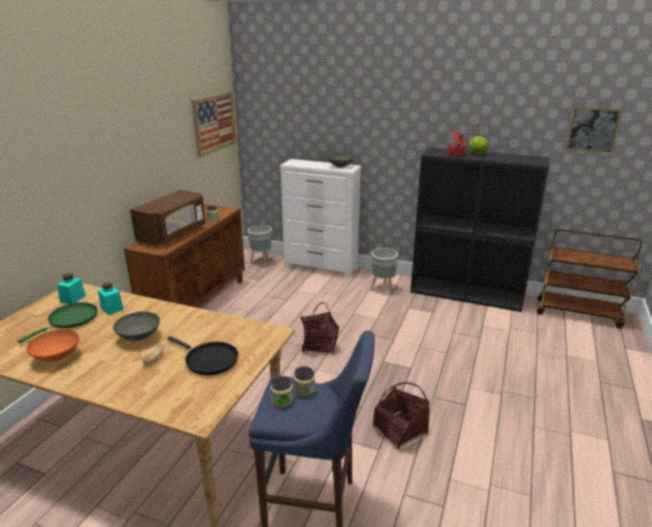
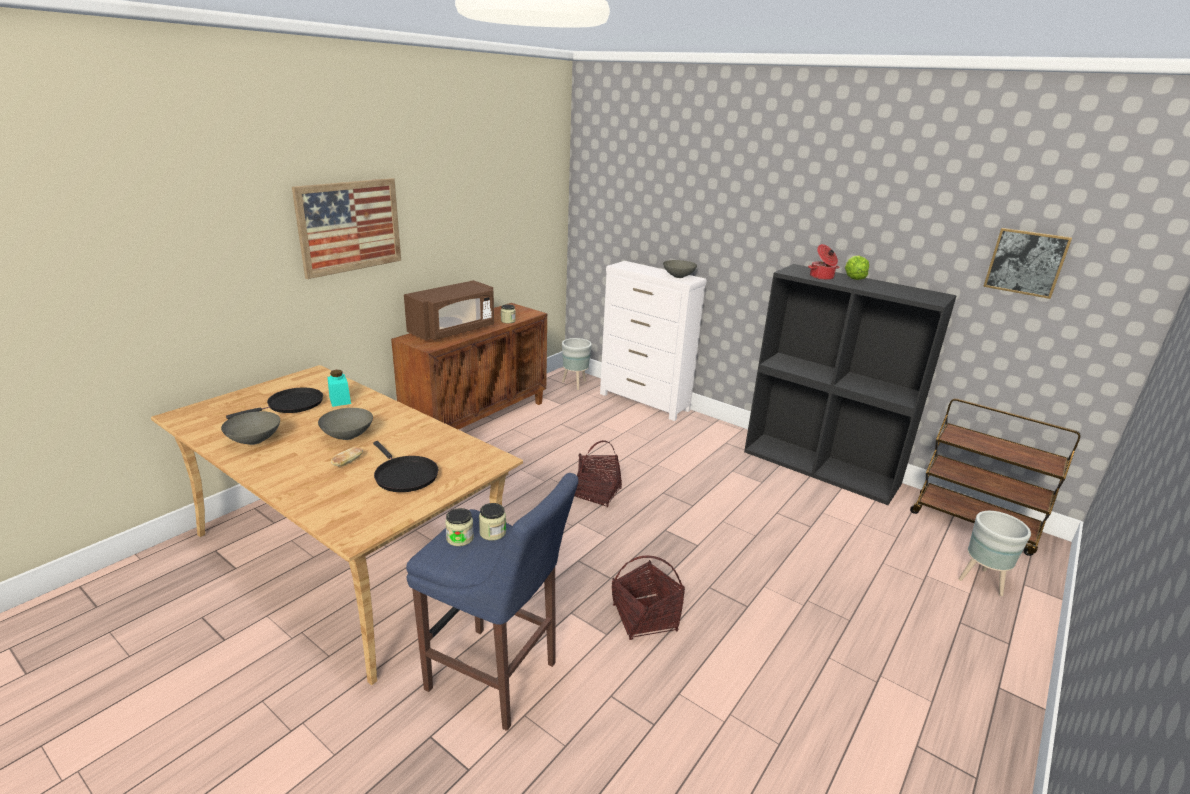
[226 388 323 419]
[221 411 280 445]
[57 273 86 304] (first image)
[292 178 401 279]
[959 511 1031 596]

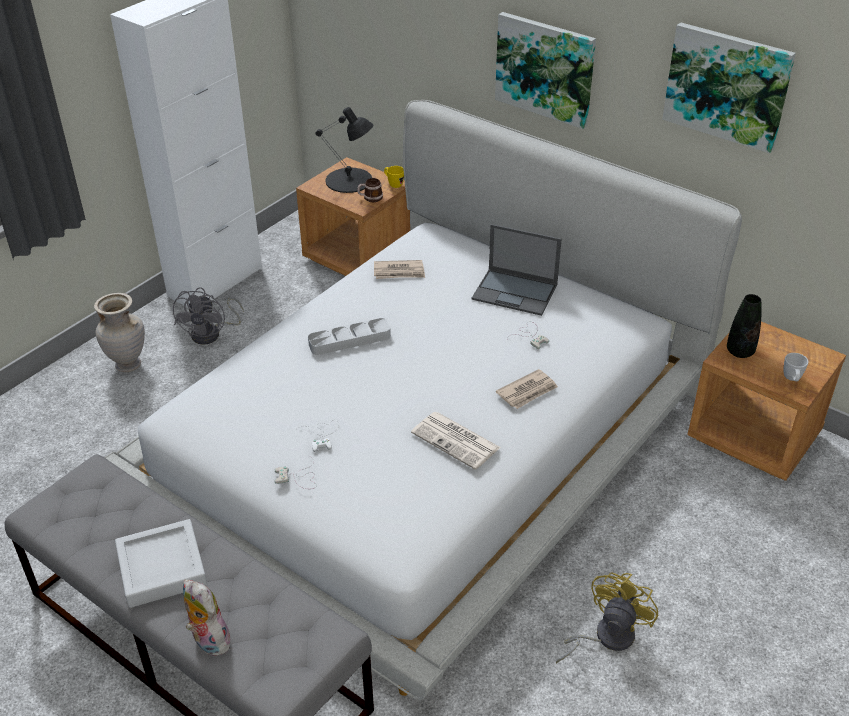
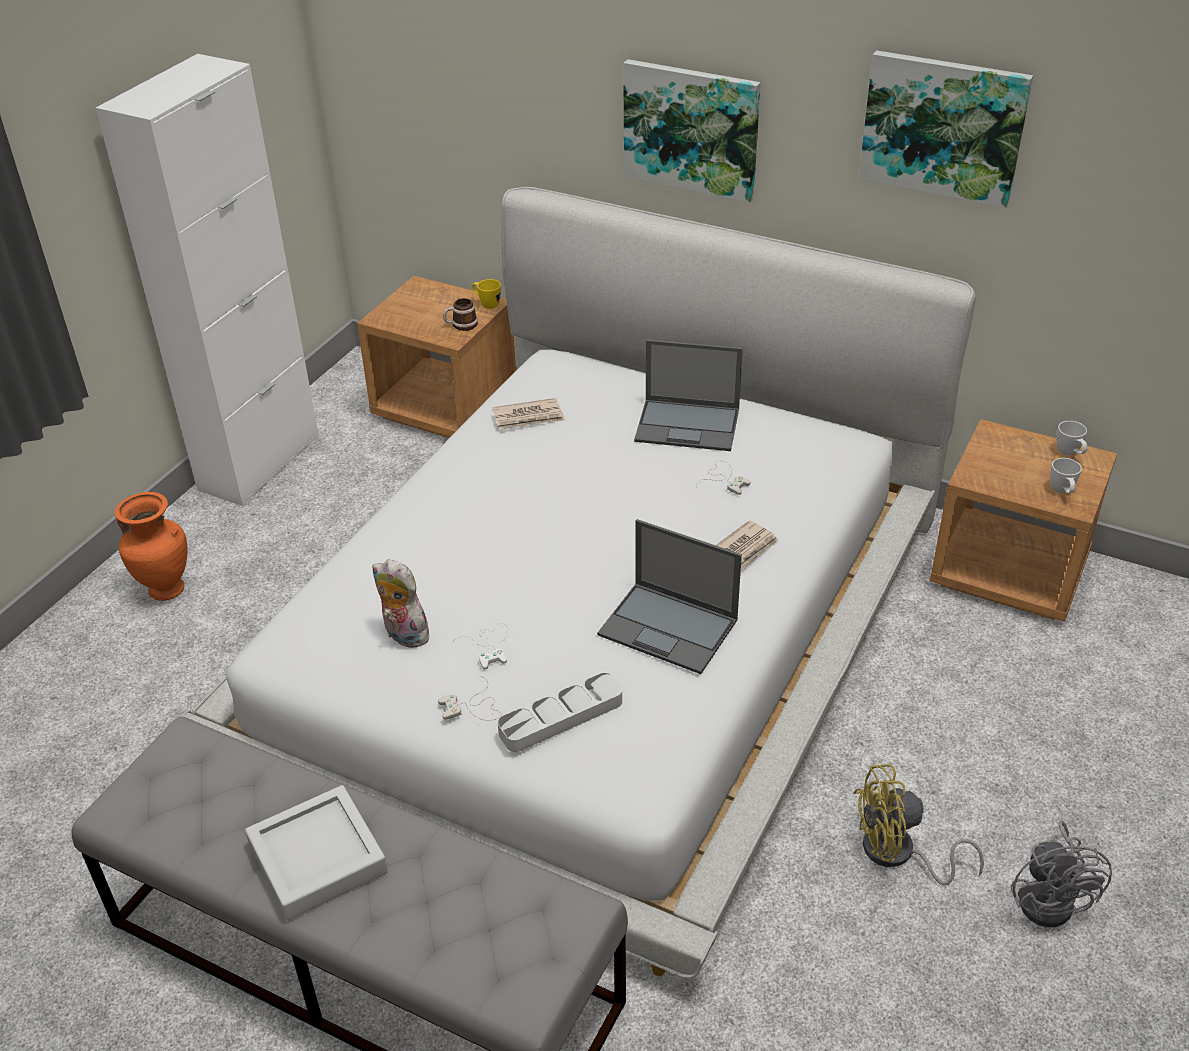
[115 492 187 601]
[1011 820 1112 927]
[372 559 431 648]
[498 673 622 752]
[316 107 373 193] (first image)
[597 519 742 674]
[853 764 984 885]
[727 294 761 358] (first image)
[1057 421 1088 455]

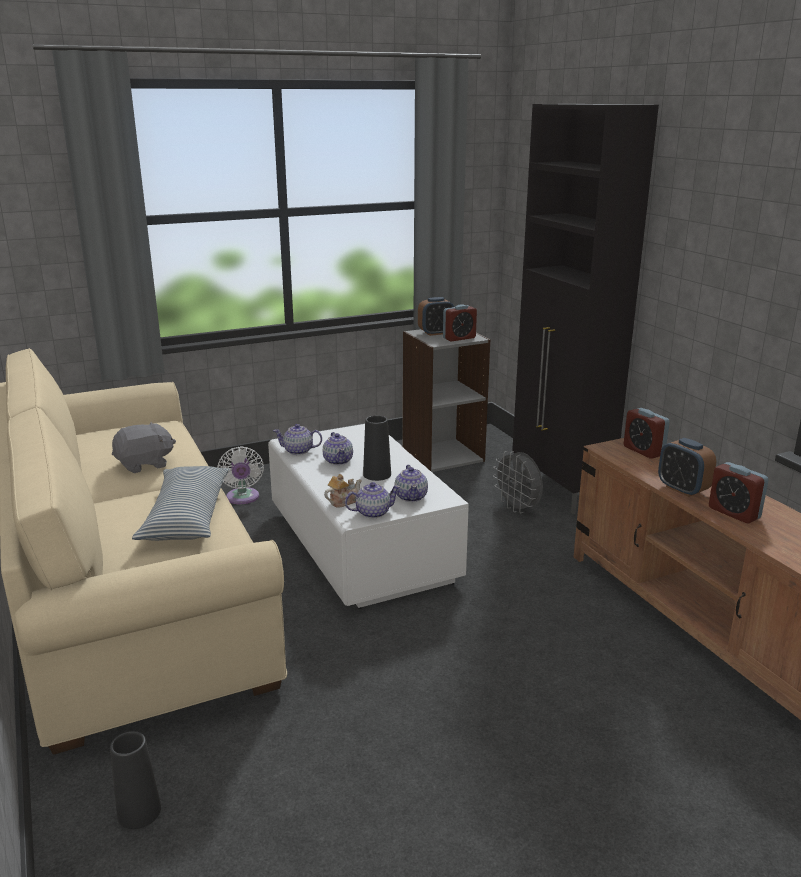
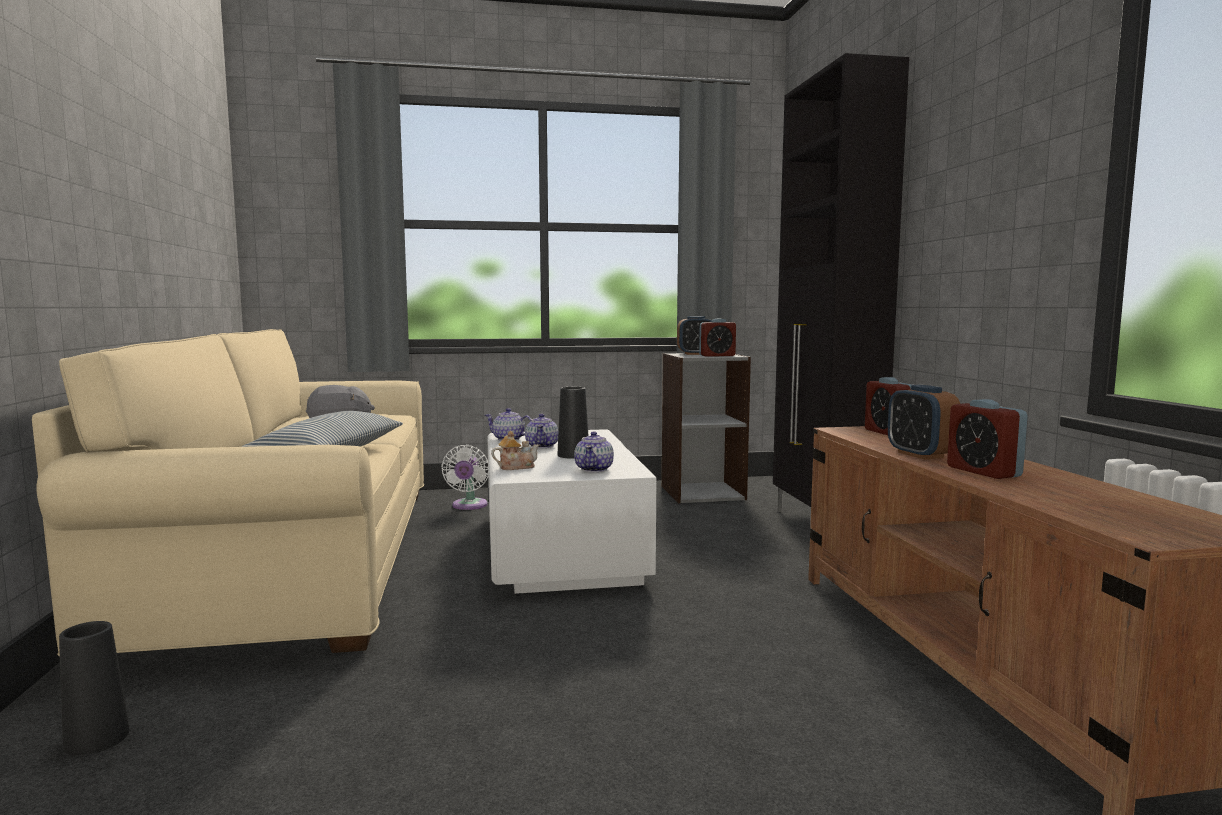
[345 482 401 518] (first image)
[493 451 543 513] (first image)

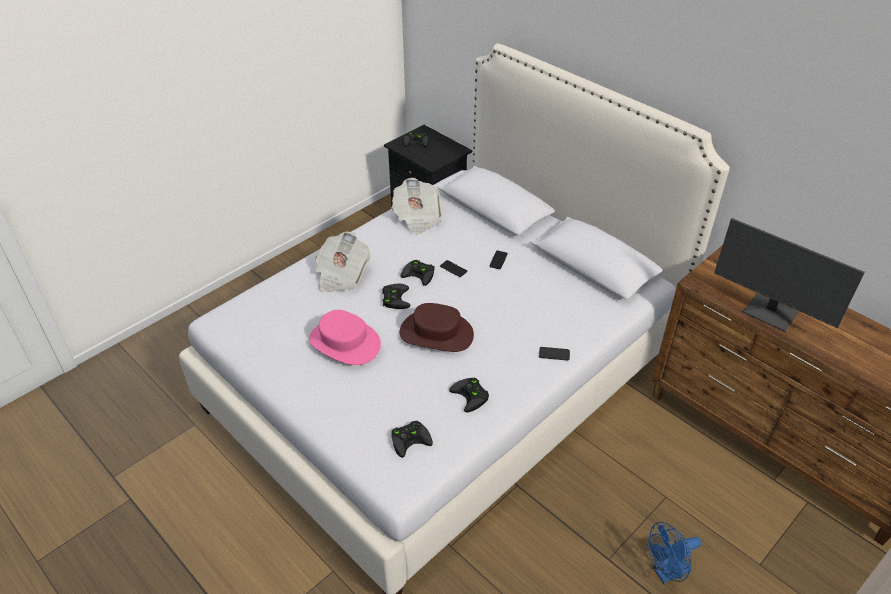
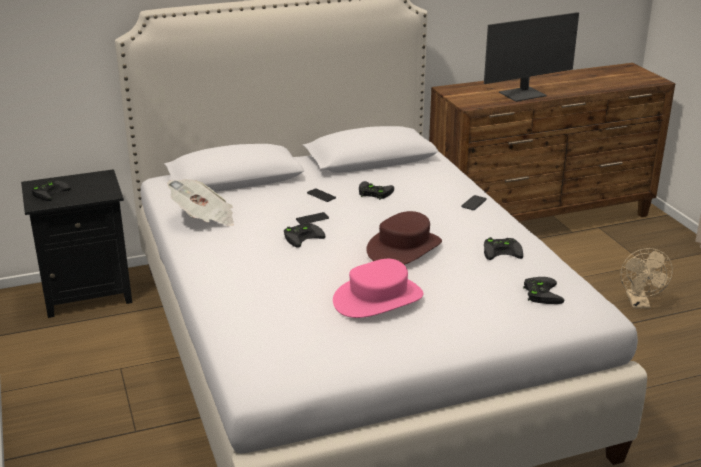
[315 232 370 293] (first image)
[359 181 394 200]
[620 248 673 309]

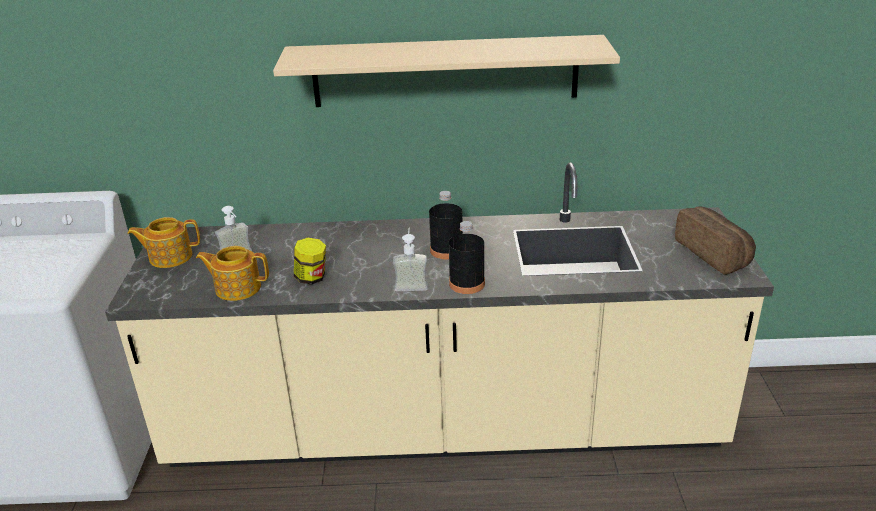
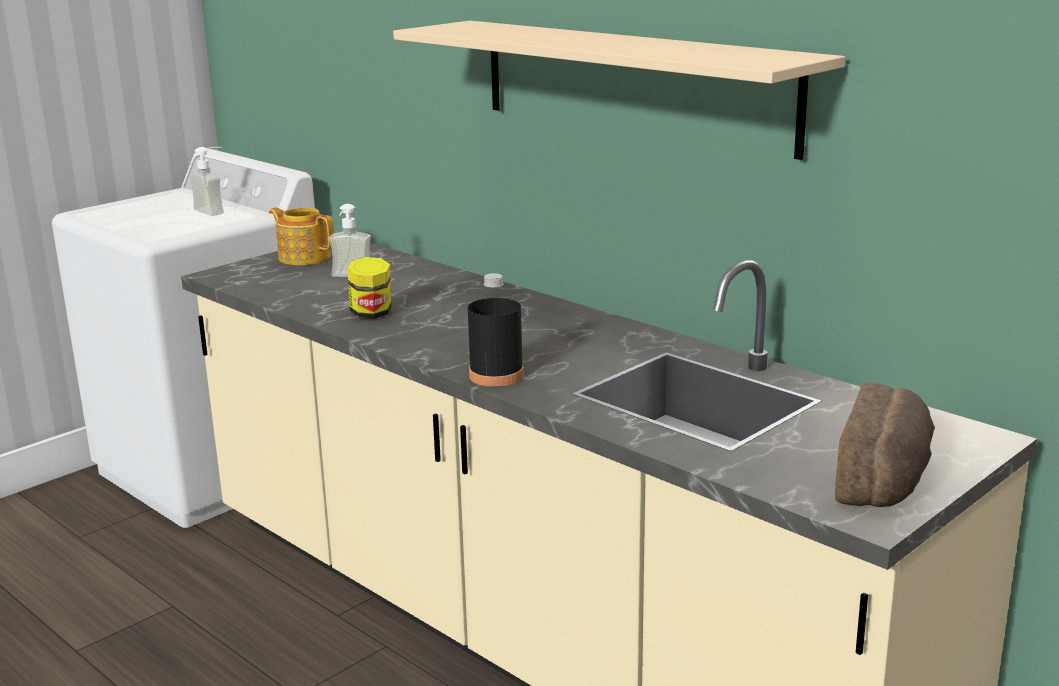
[196 246 269 301] (first image)
[190 147 224 216]
[429 191 463 259] (first image)

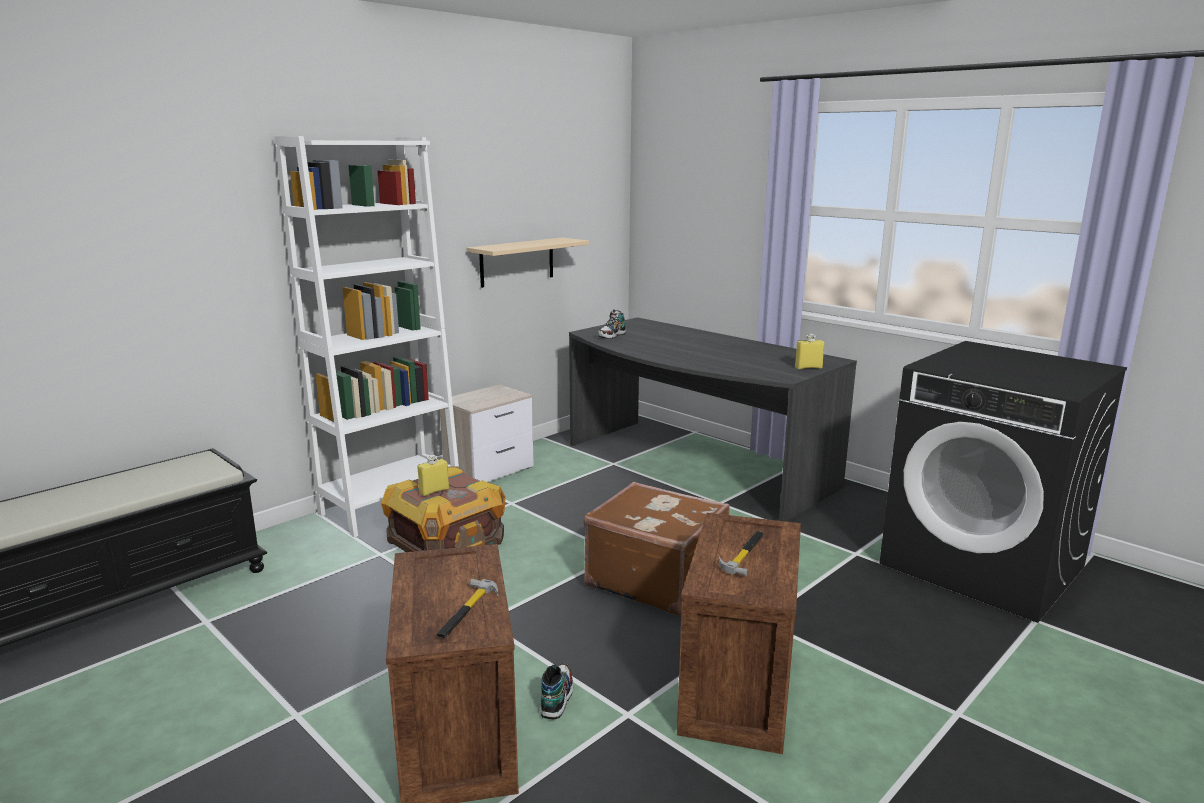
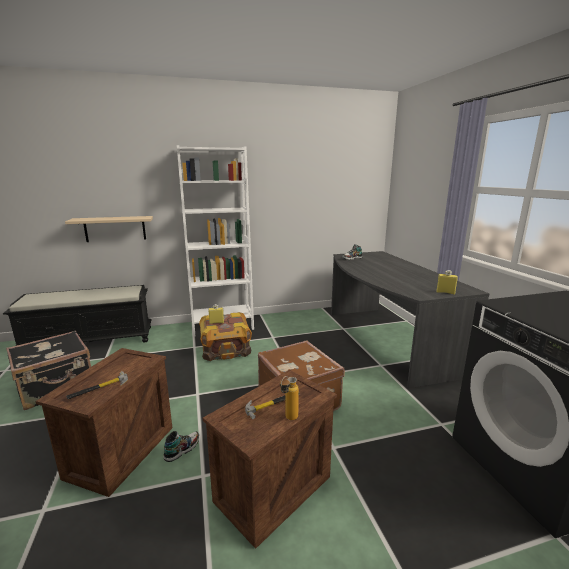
[440 384 534 482] (first image)
[65 216 153 242]
[6 330 91 410]
[280 376 299 420]

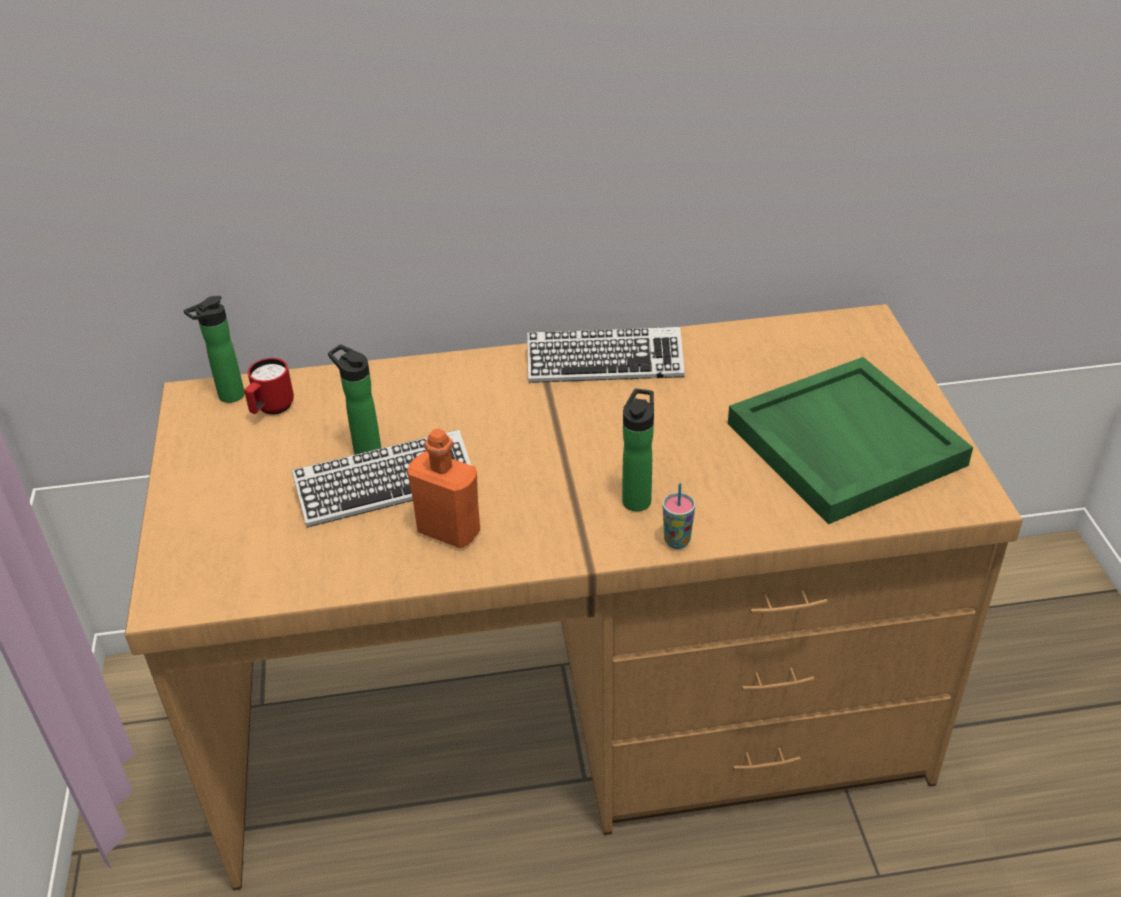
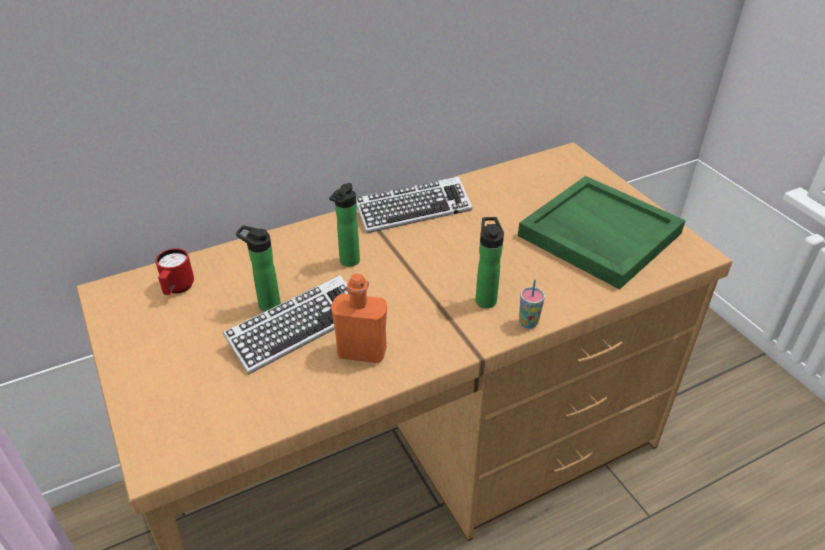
[329 183 360 267]

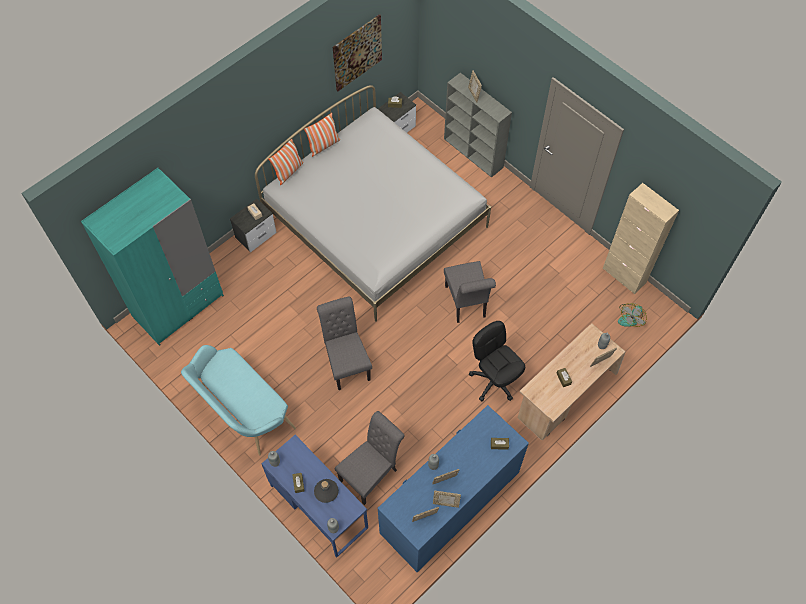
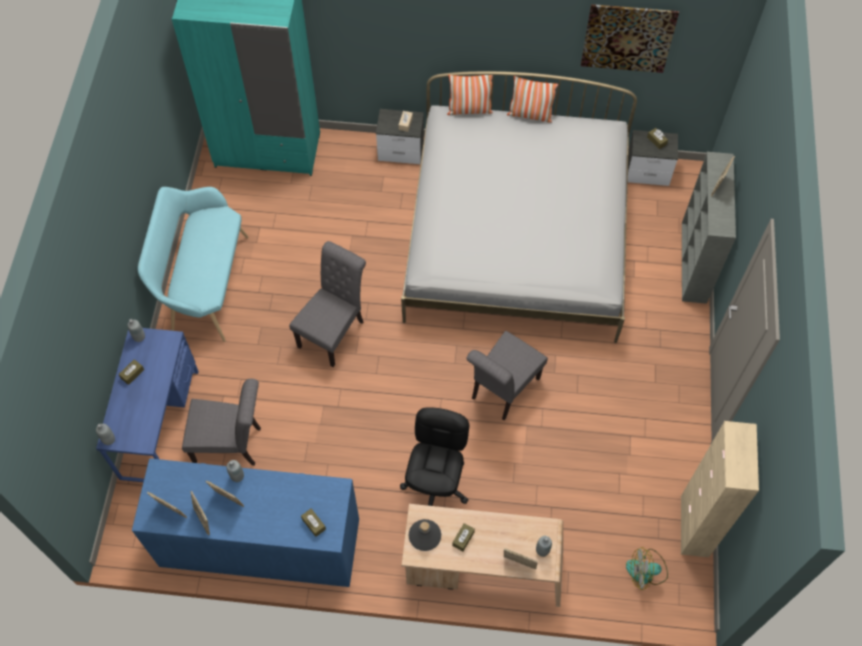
[409 519 441 551]

